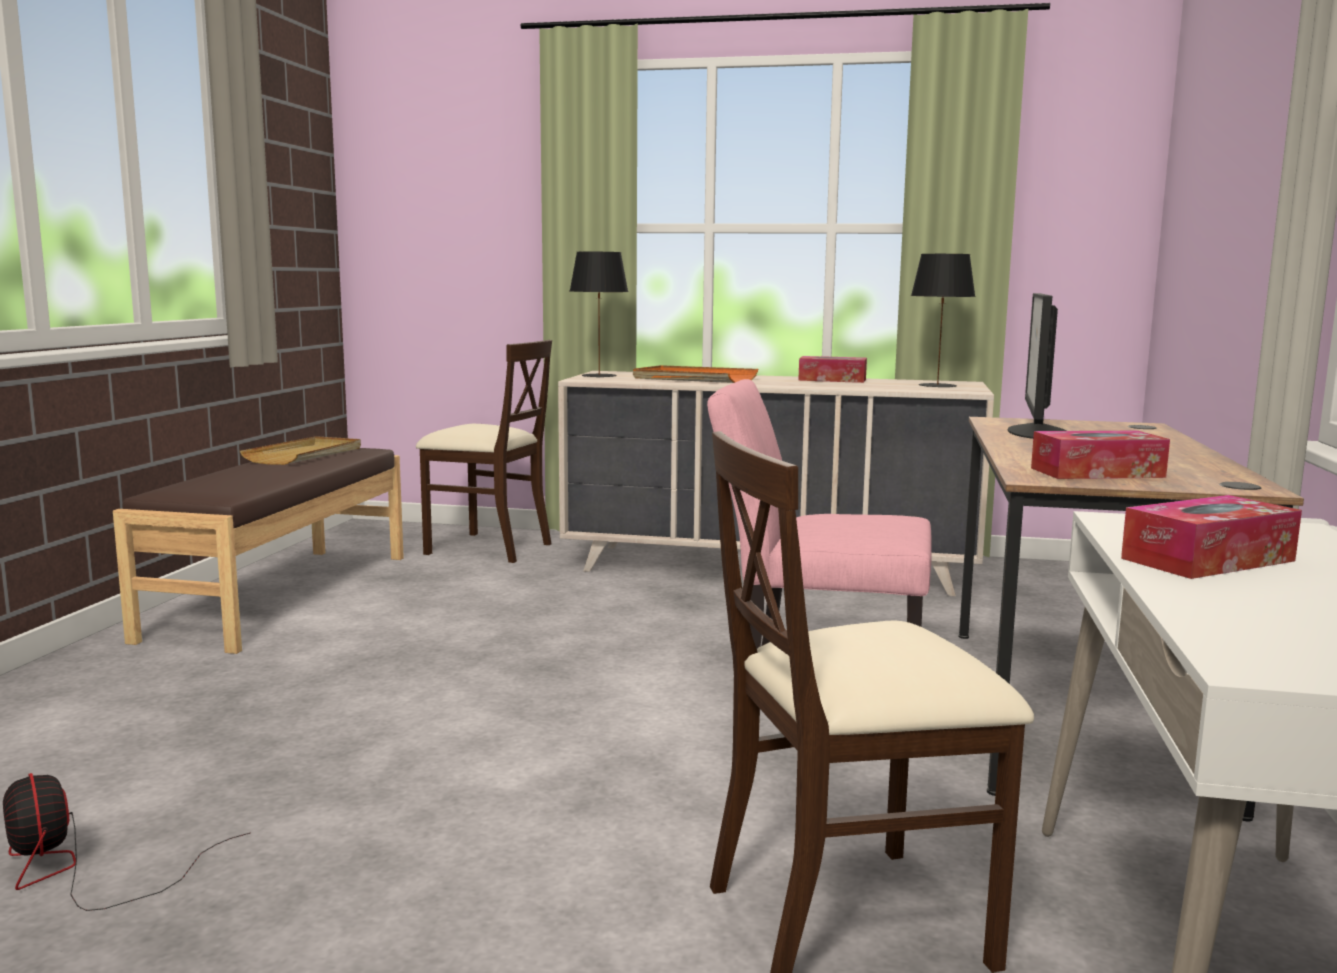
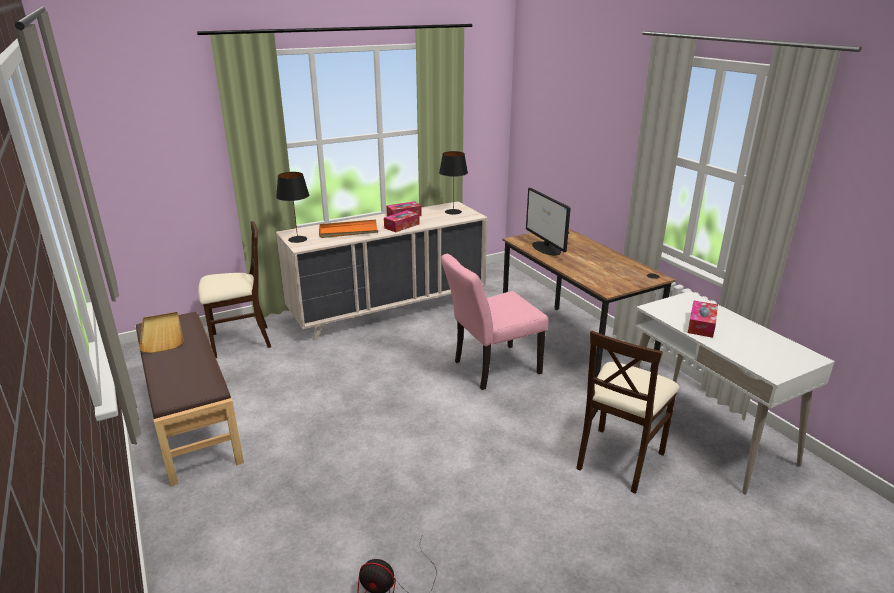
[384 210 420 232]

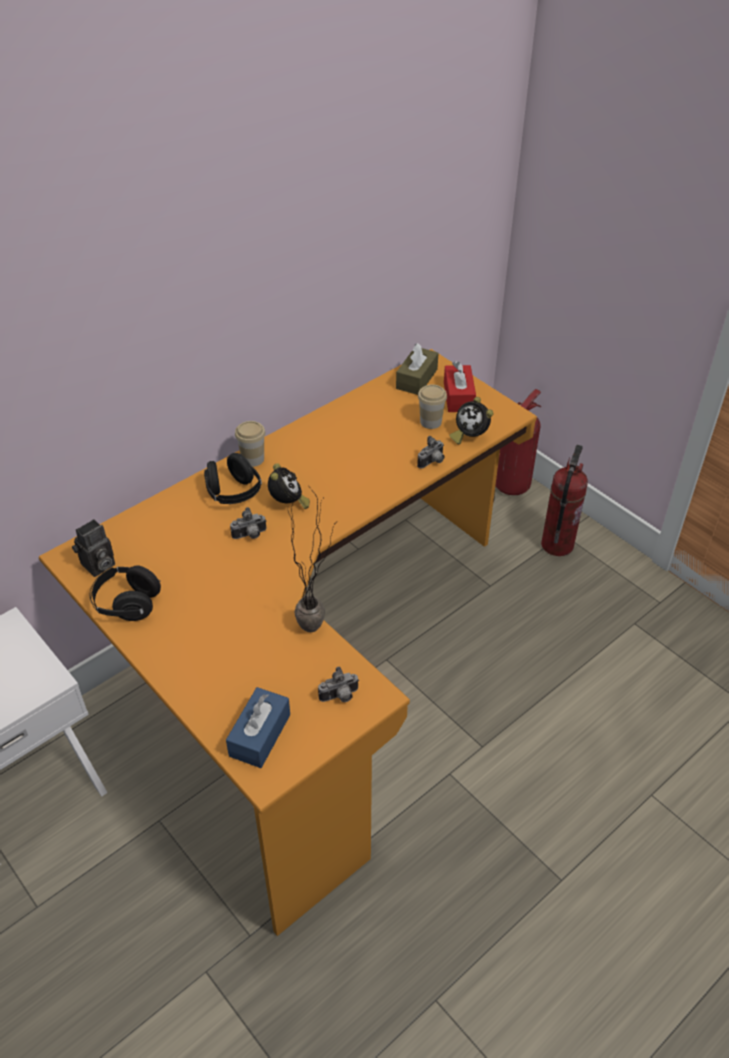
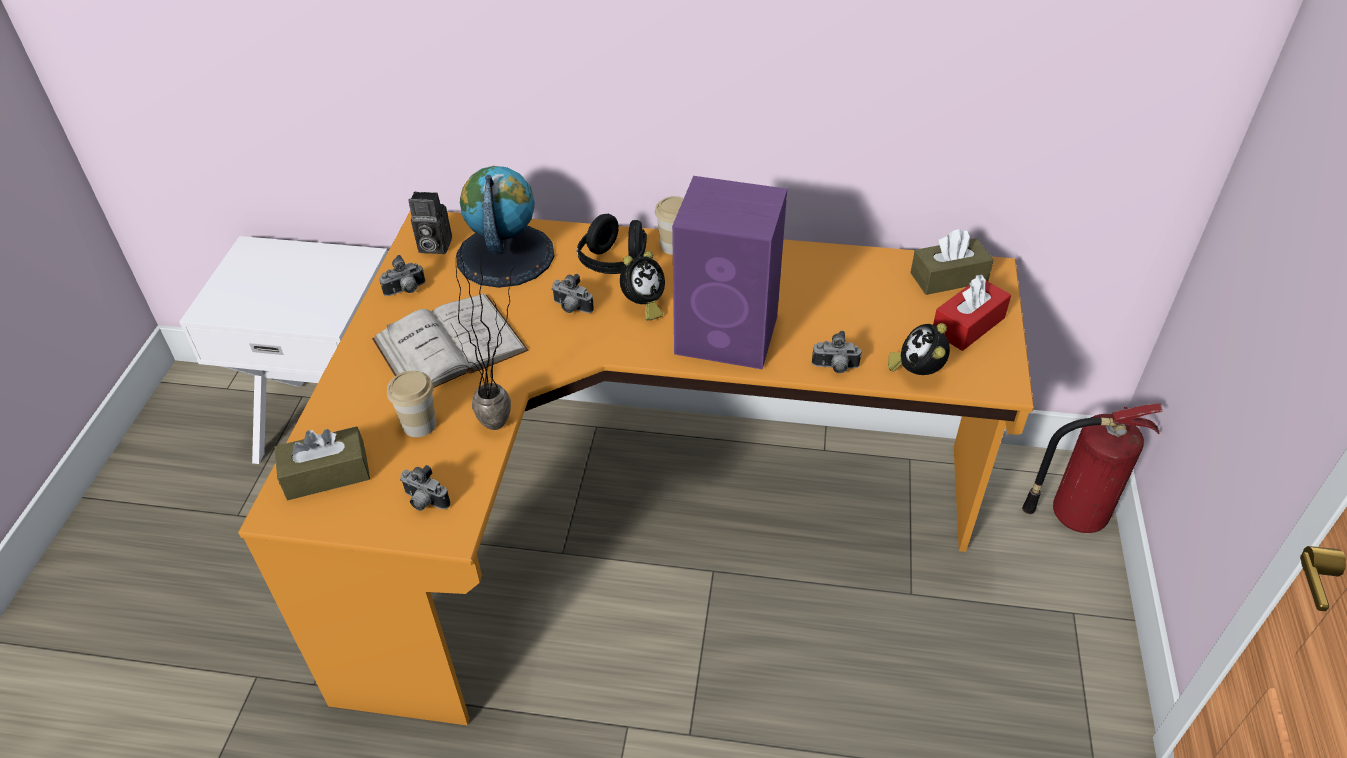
[379 255 425 296]
[274 426 370 500]
[387 371 436 437]
[541 445 588 556] (first image)
[372 294 529 388]
[456 166 554 288]
[672 176 787 370]

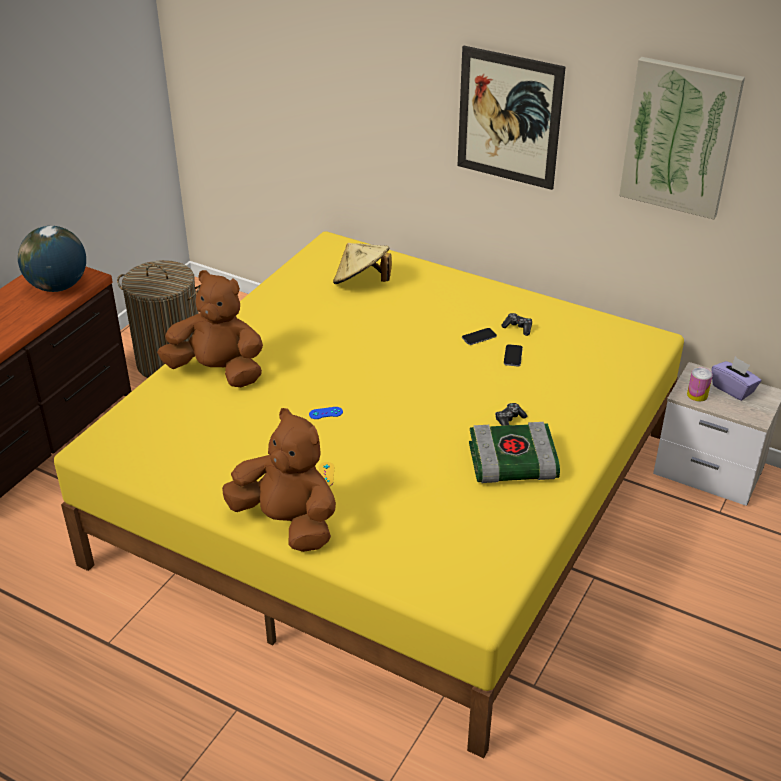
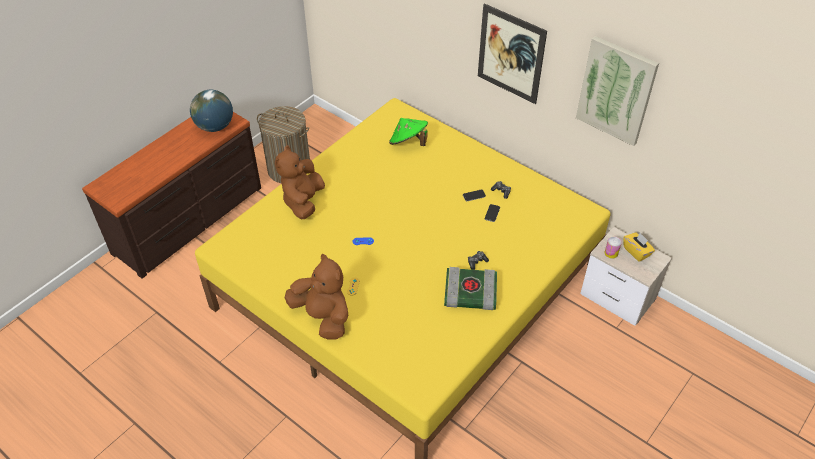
[275 145 325 219]
[389 118 428 146]
[623 232 655 262]

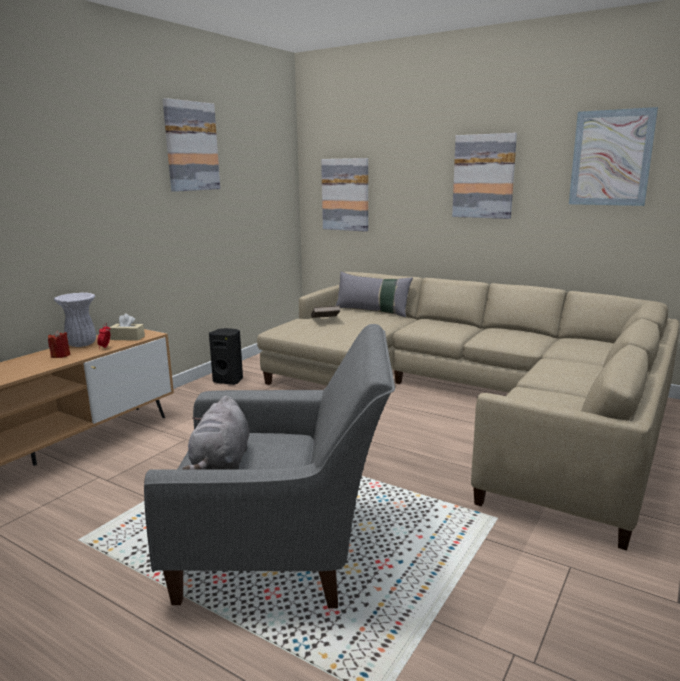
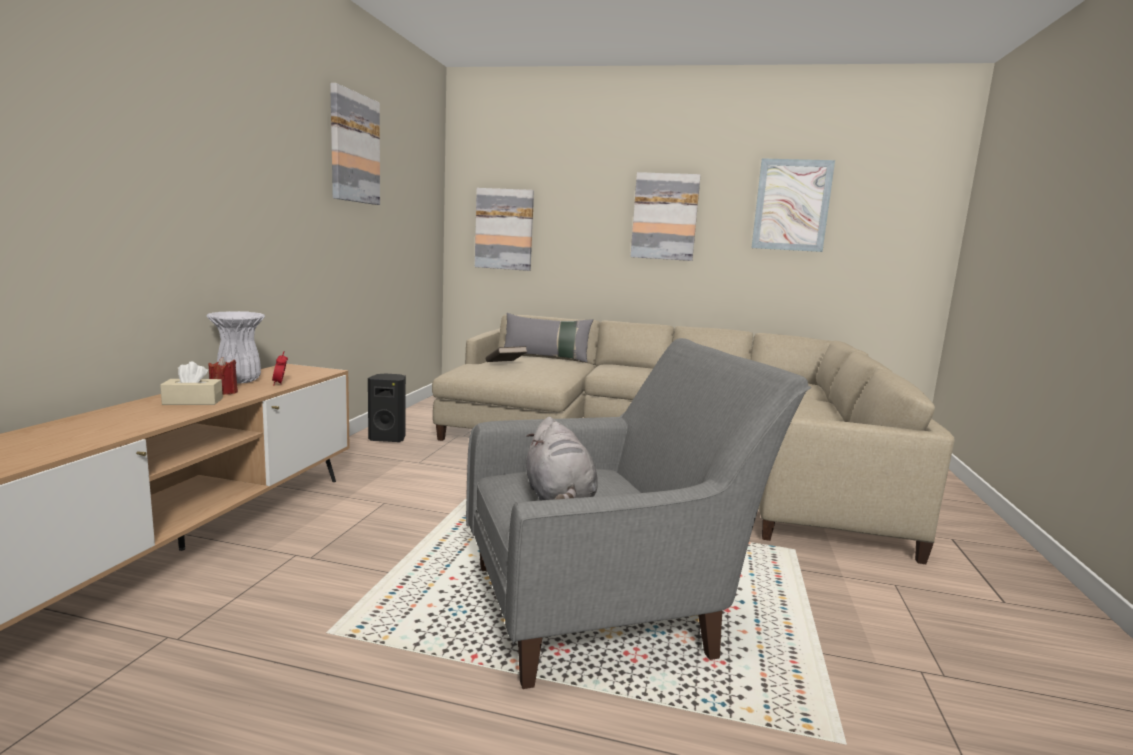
[160 361 223 405]

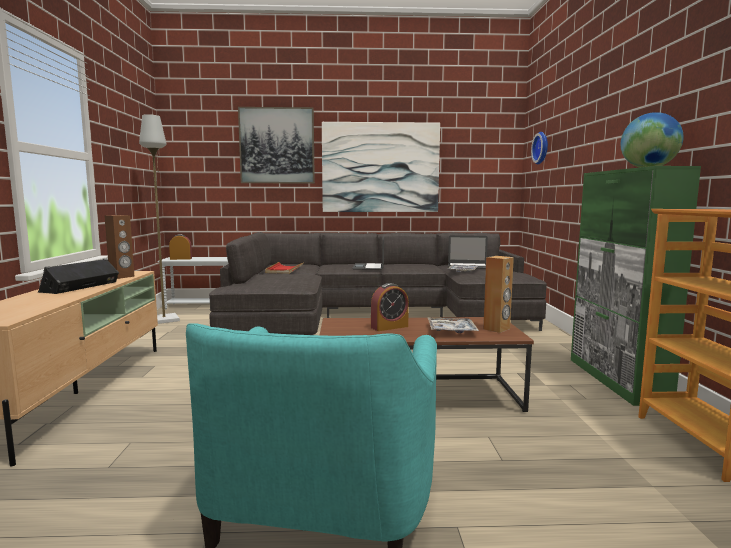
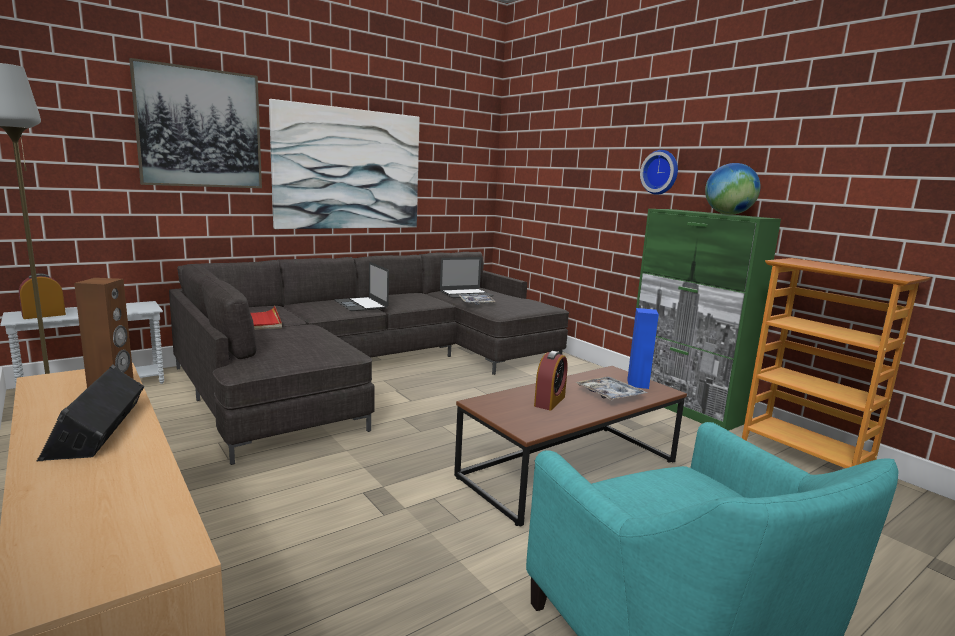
[627 308 659 389]
[640 150 678 195]

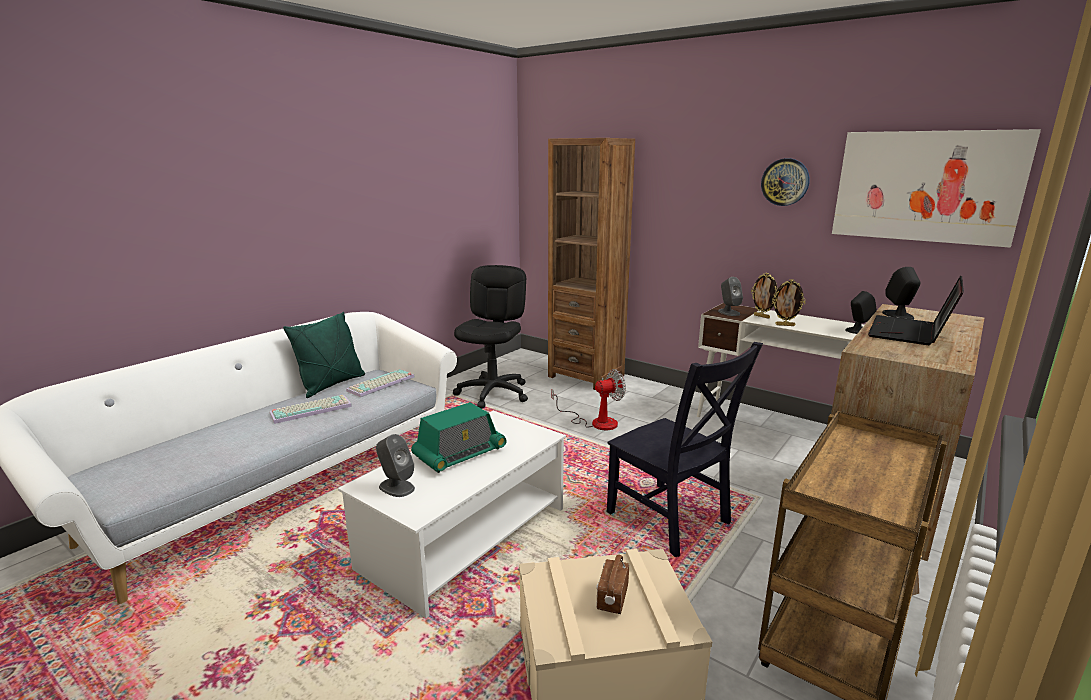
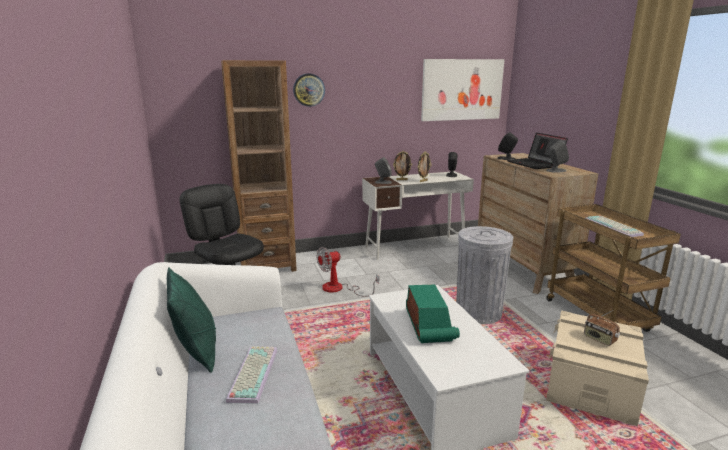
[586 215 644 237]
[546 141 569 173]
[317 247 379 297]
[456 226 513 324]
[293 74 325 107]

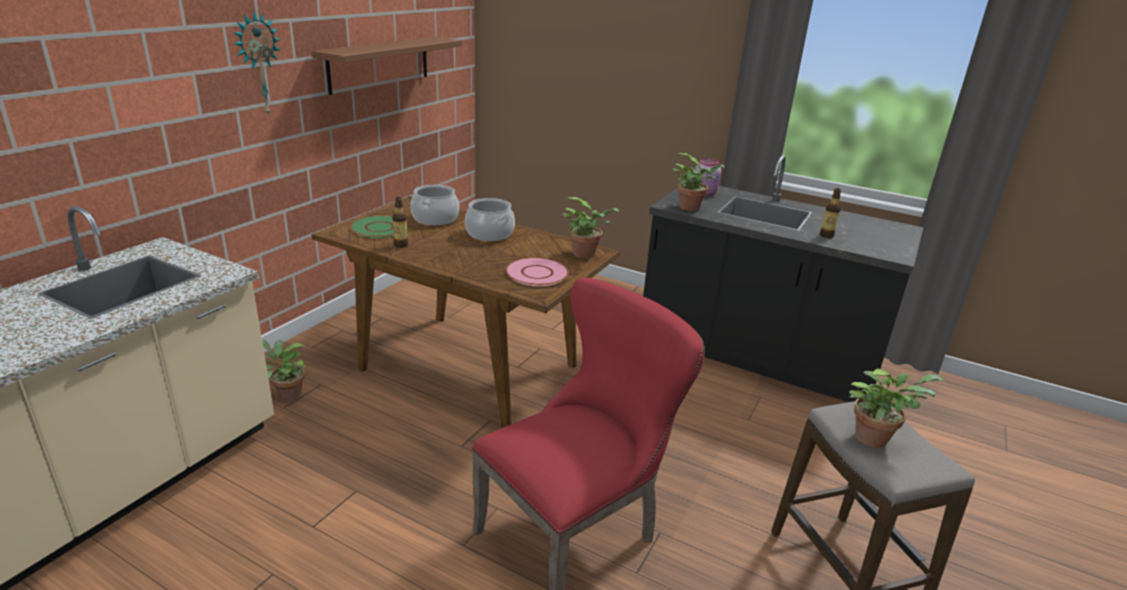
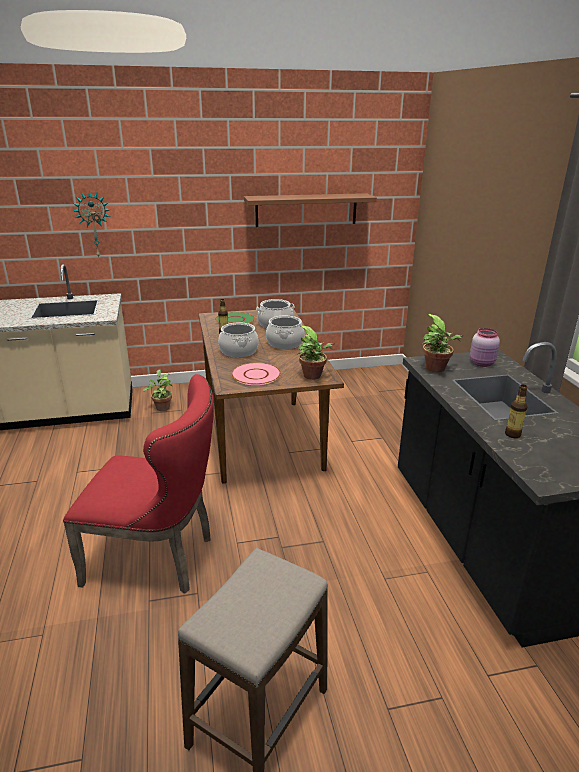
[73 191 111 257]
[849 369 944 448] (first image)
[218 323 259 357]

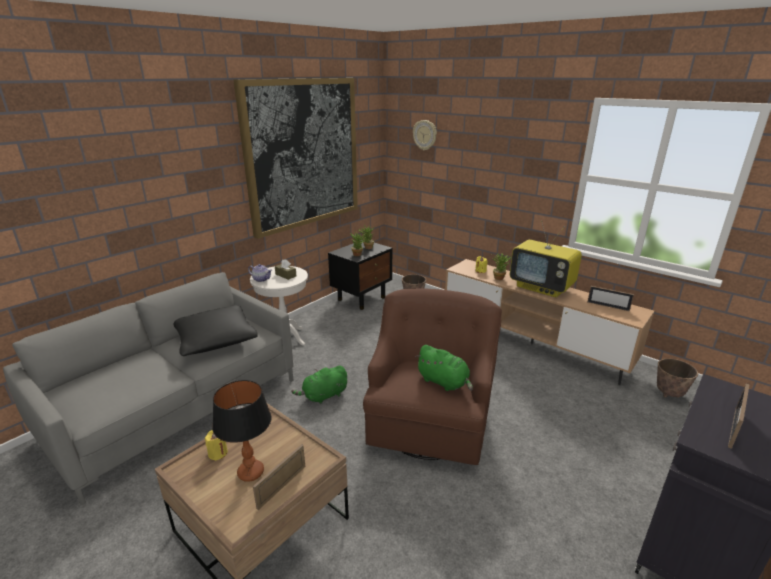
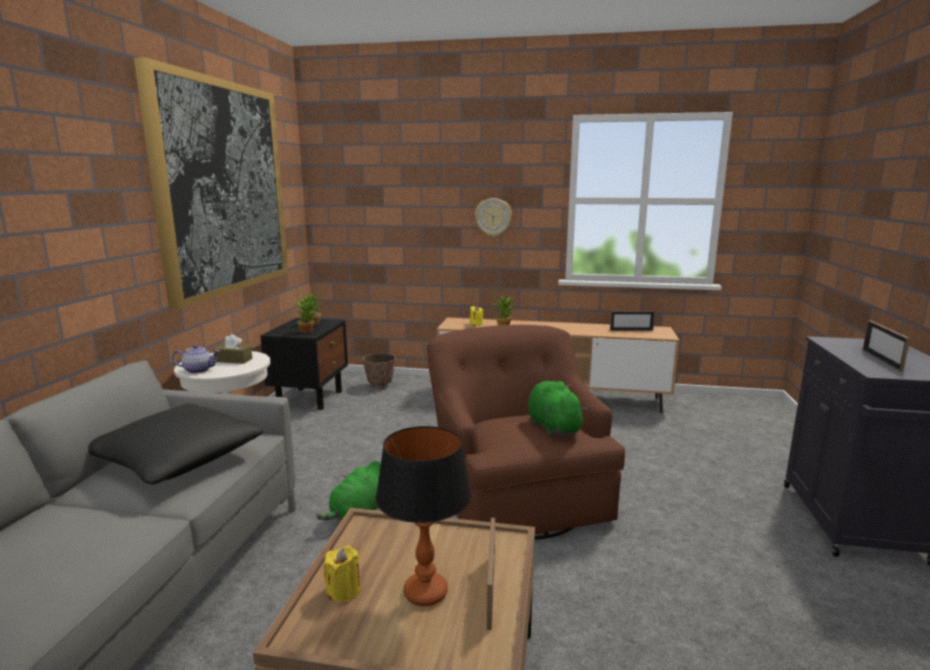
[475 198 512 237]
[528 381 587 436]
[510 221 582 297] (first image)
[657 359 698 398] (first image)

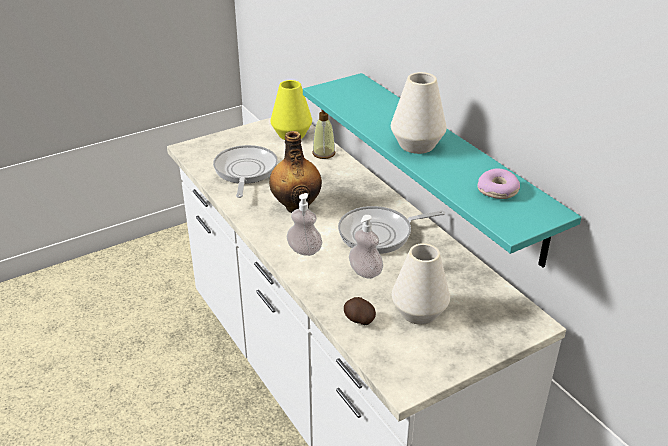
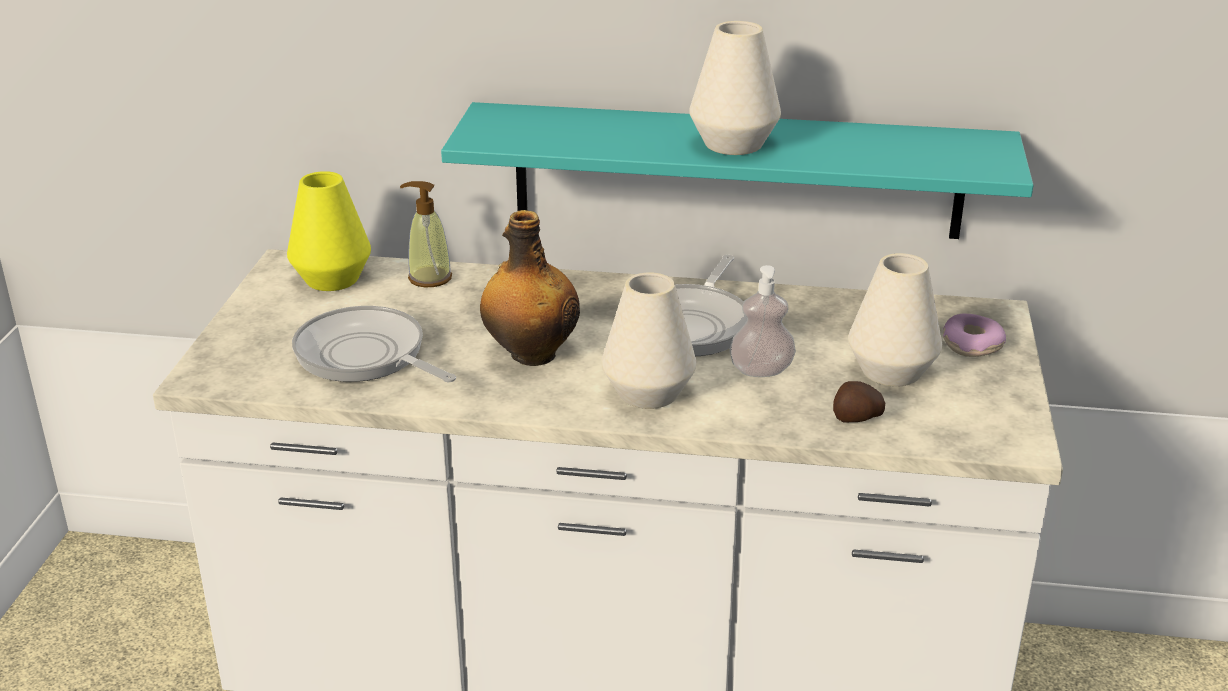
[601 272 697 409]
[943 313 1006 357]

